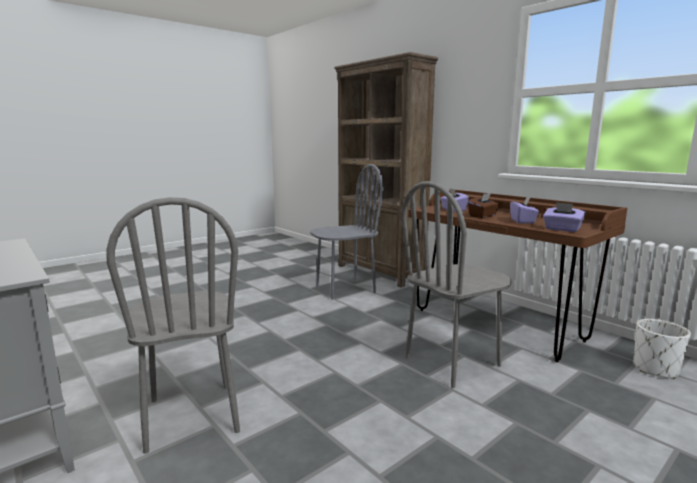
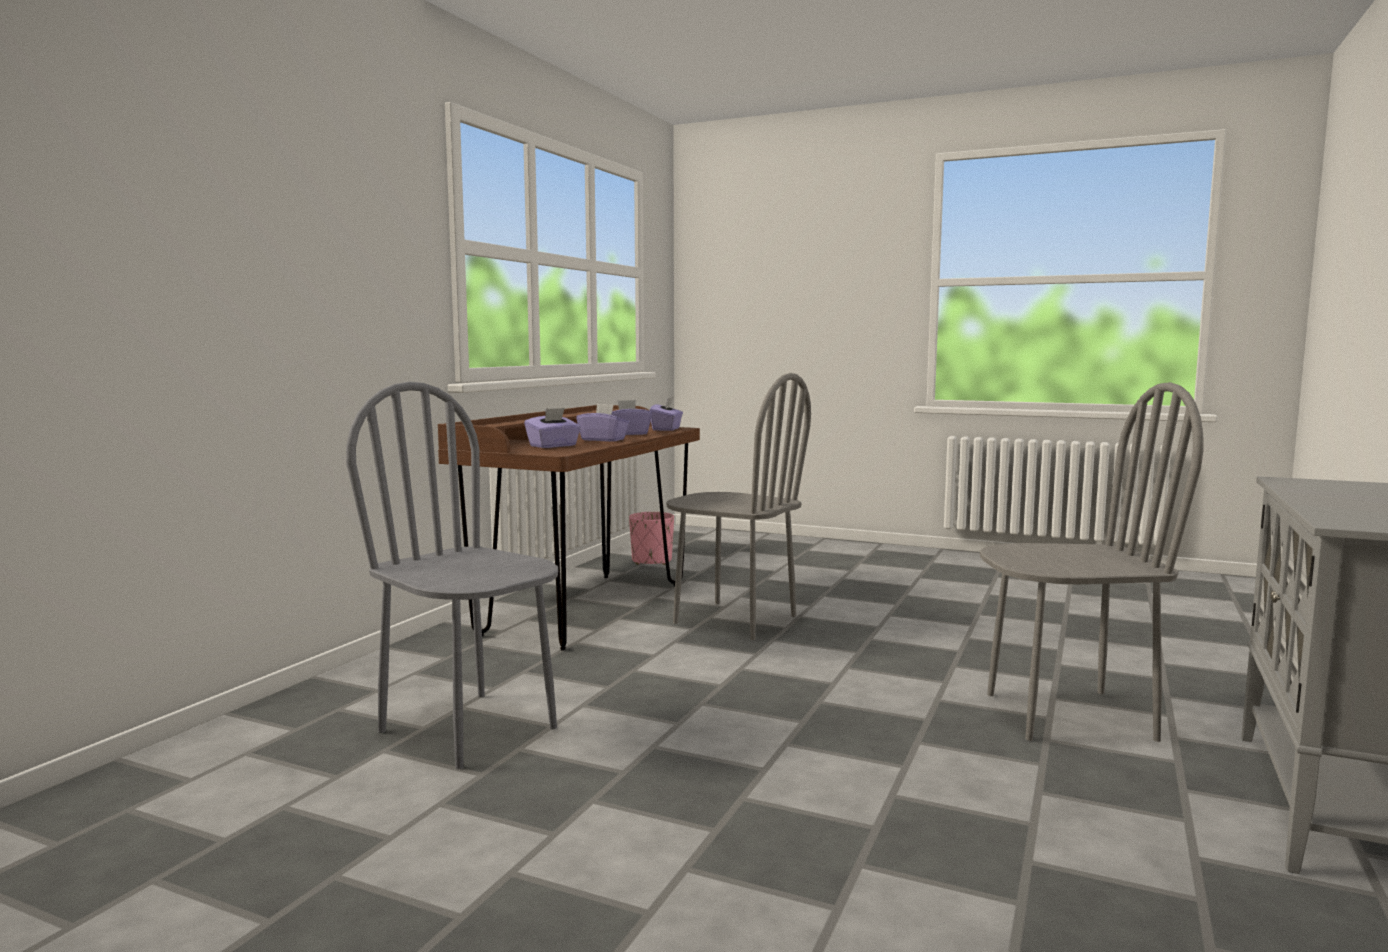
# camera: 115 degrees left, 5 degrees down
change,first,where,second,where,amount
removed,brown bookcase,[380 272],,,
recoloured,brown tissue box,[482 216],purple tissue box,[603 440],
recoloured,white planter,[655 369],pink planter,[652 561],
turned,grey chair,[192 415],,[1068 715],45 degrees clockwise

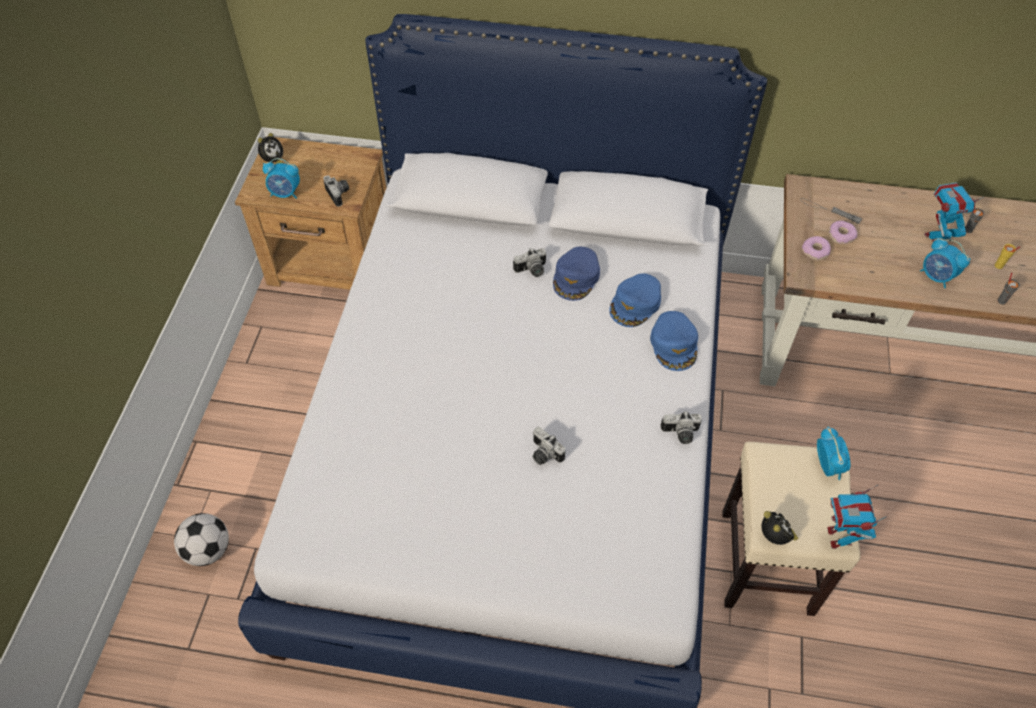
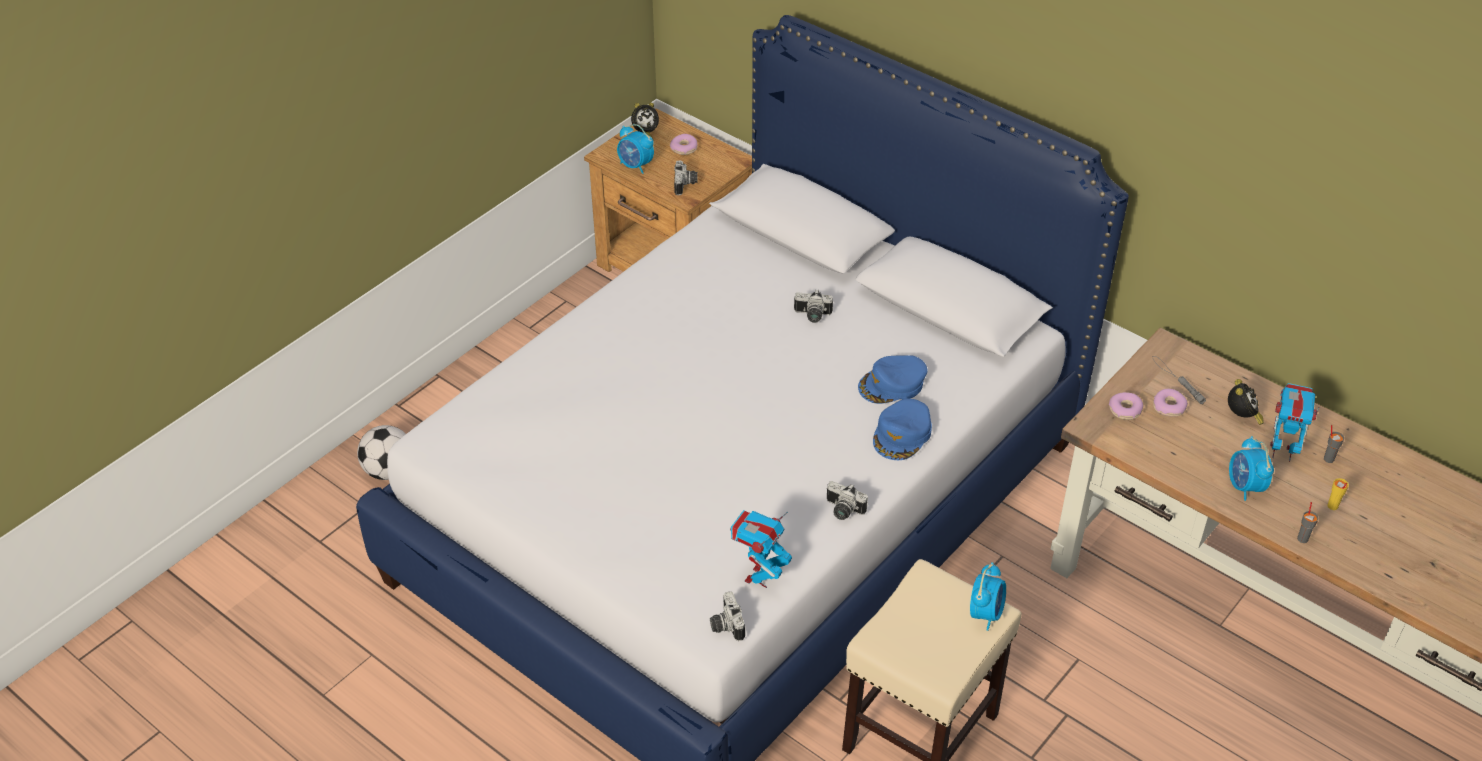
# camera: 30 degrees right, 10 degrees down
change,first,where,second,where,amount
removed,blue cap,[576 277],,,
added,,,donut,[684 148],
moved,photo camera,[543 454],,[725 625],
moved,alarm clock,[775 538],,[1241 417],
moved,toy robot,[839 537],,[760 577],

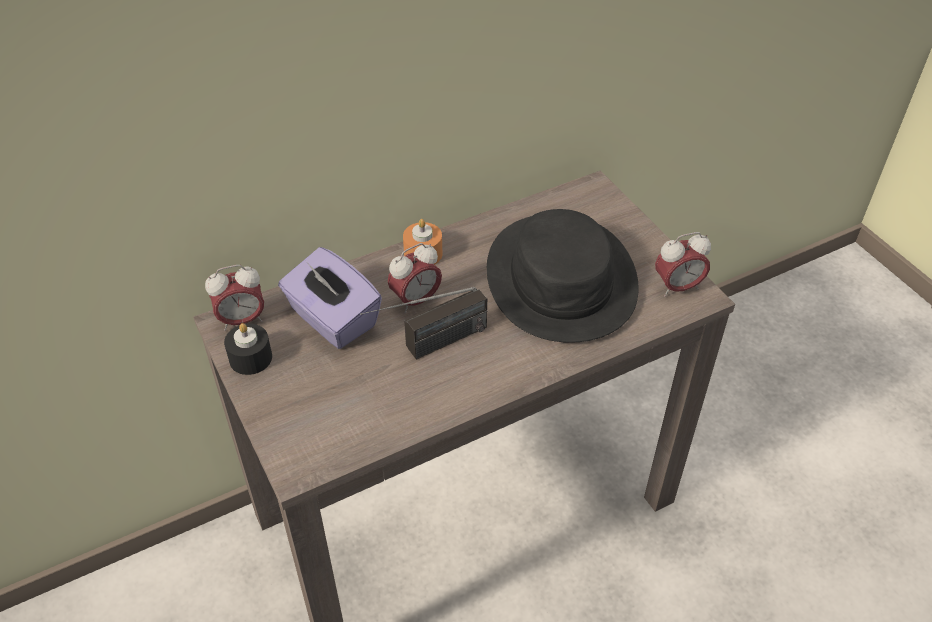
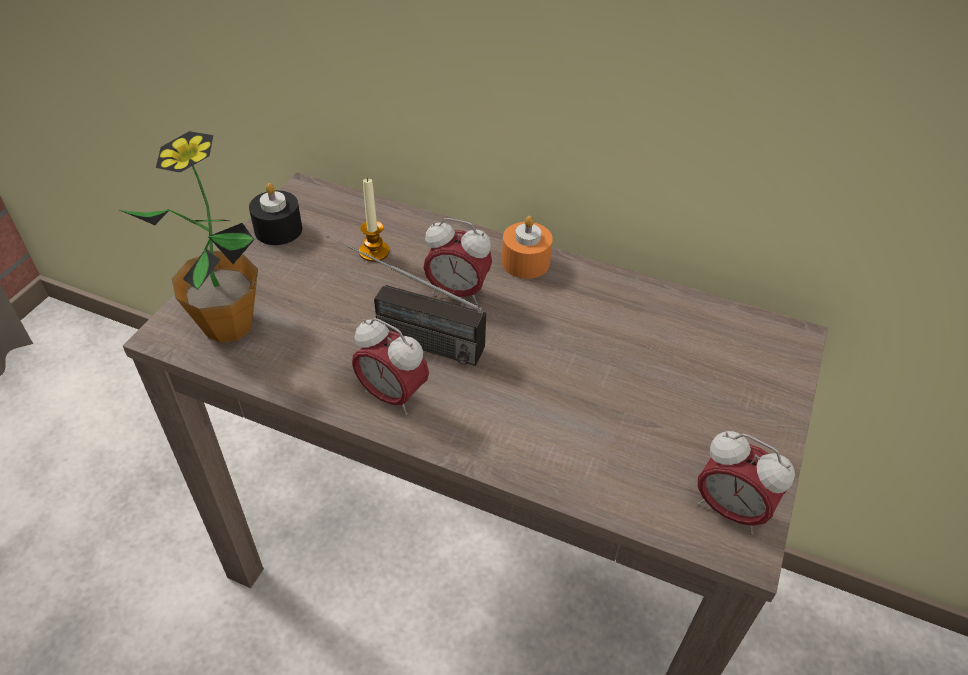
# camera: 50 degrees right, 0 degrees up
change,first,where,second,where,amount
removed,black hat,[562 279],,,
added,,,potted plant,[228 325],
moved,alarm clock,[242 320],,[392 395],
replaced,purple tissue box,[332 319],candle,[374 251],

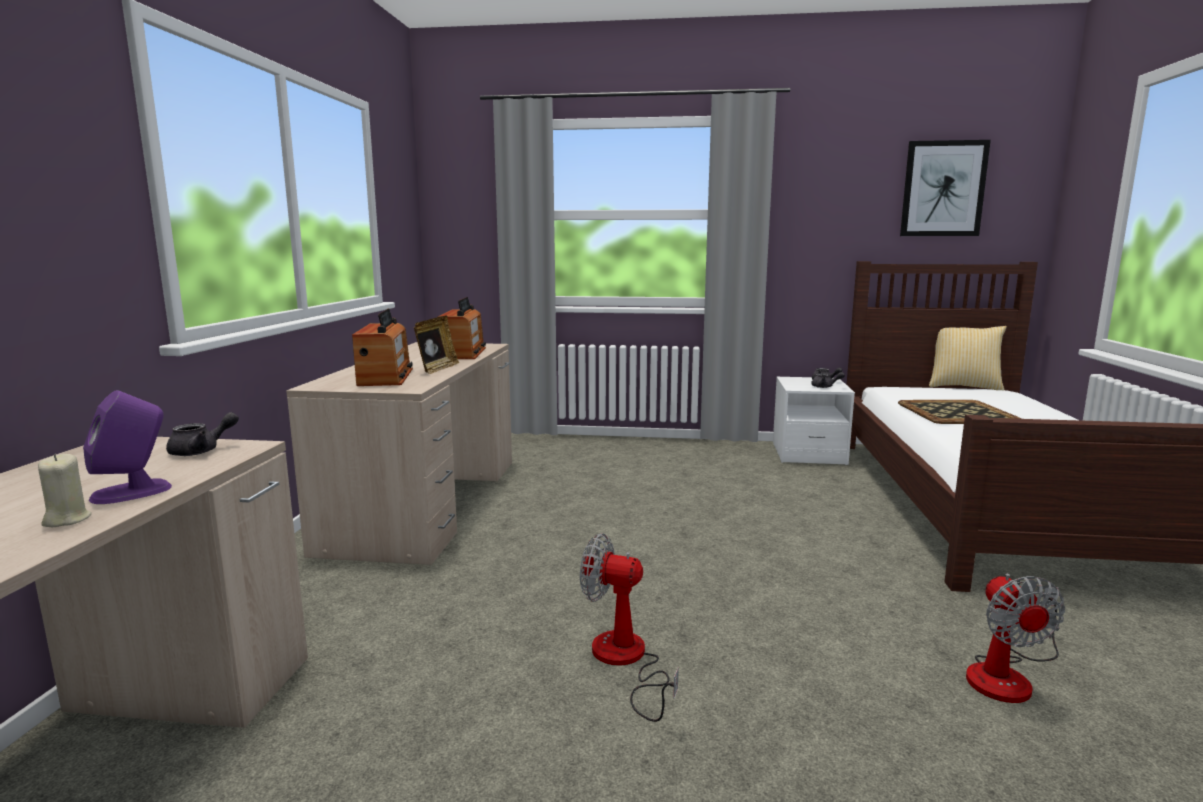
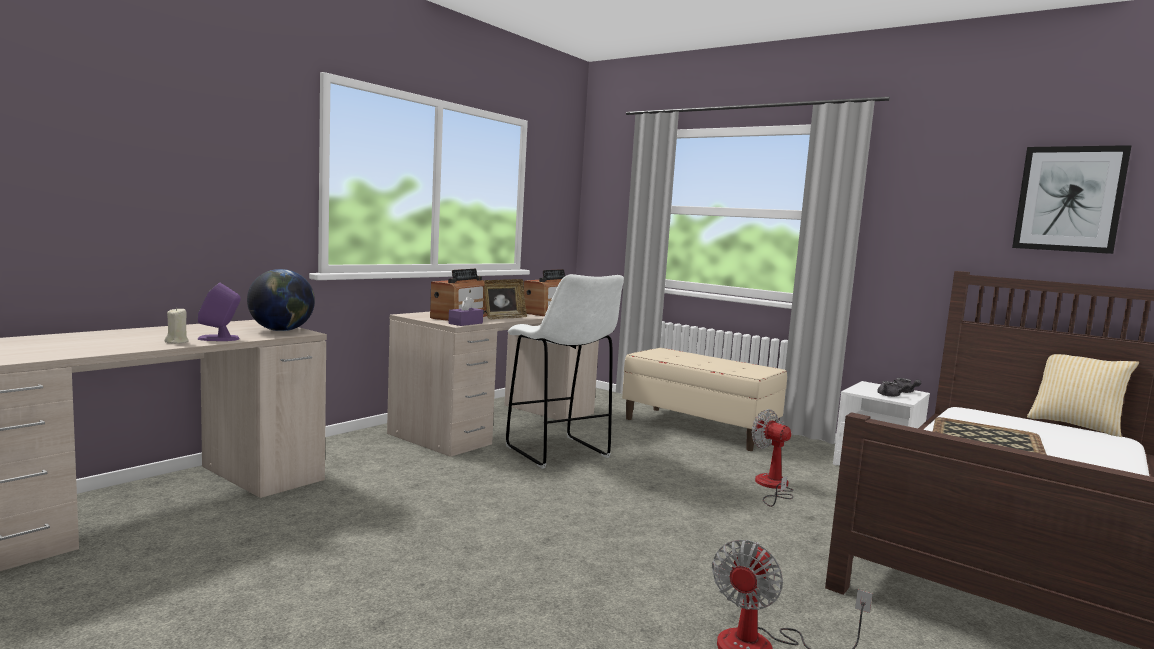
# camera: 30 degrees right, 5 degrees down
change,first,where,second,where,amount
added,,,purple tissue box,[465 323],
added,,,white stool,[558 453],
added,,,beige bench,[699 428],
moved,fan,[625 661],,[772 487],
replaced,grey teapot,[201 451],globe,[281 330],

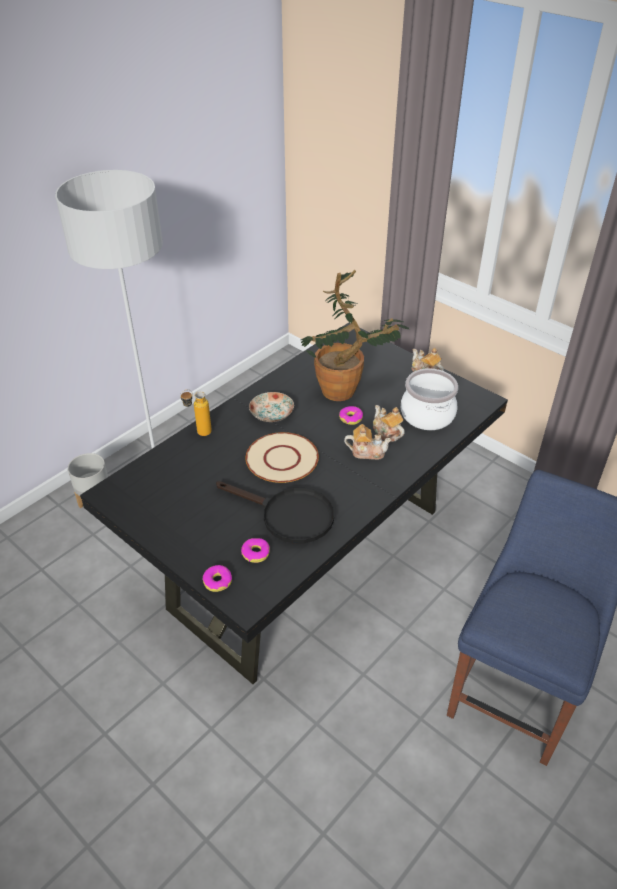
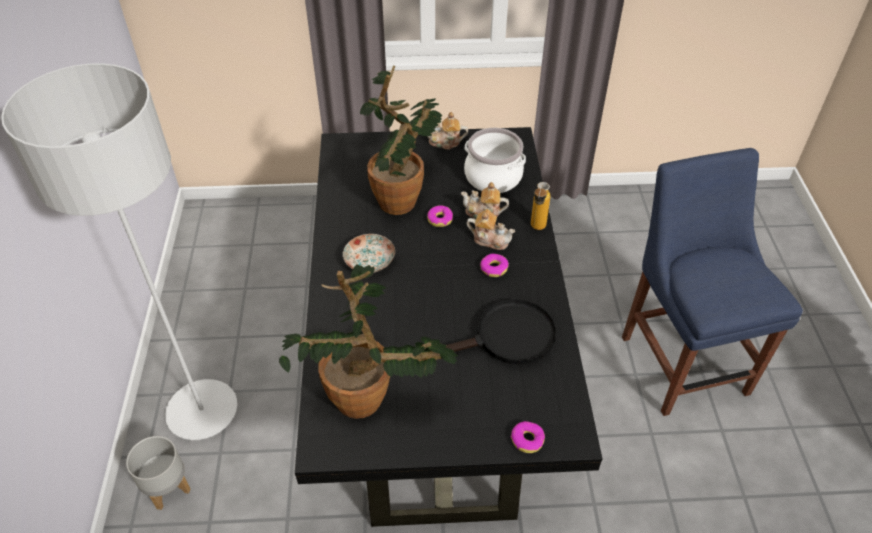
# camera: 45 degrees left, 5 degrees up
change,first,where,second,where,amount
removed,beige plate,[281 459],,,
added,,,potted plant,[370 403],
moved,bottle,[198 434],,[536 229],
moved,donut,[255 553],,[493 268],
turned,teapot,[367 452],,[490 239],60 degrees clockwise

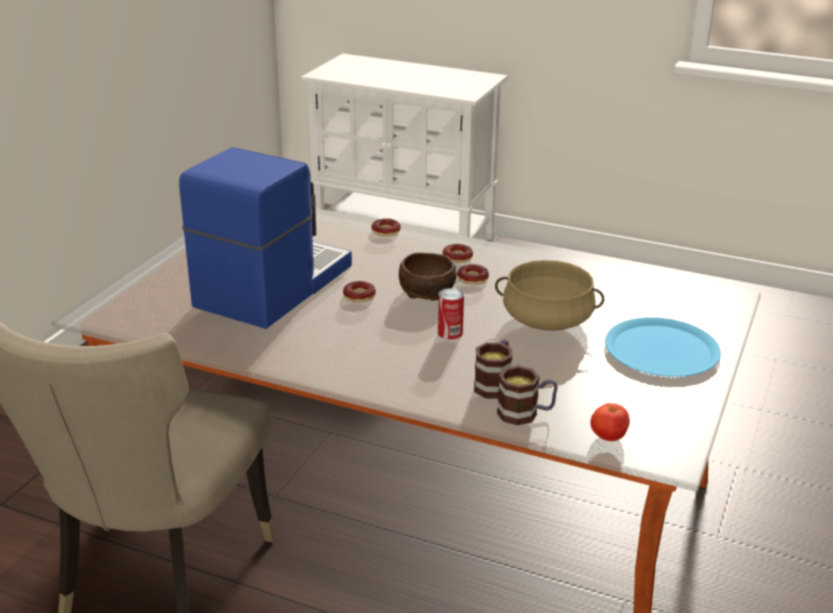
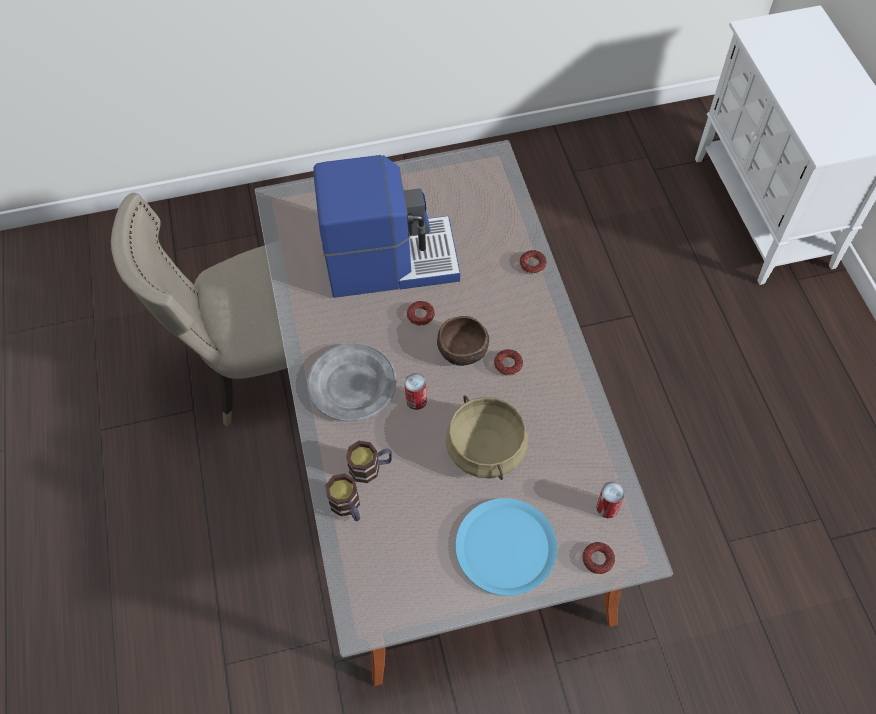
# camera: 55 degrees right, 30 degrees up
change,first,where,second,where,amount
removed,tomato,[608 437],,,
added,,,grey plate,[353 384],
added,,,can,[607 507],
moved,donut,[457 257],,[598 559],

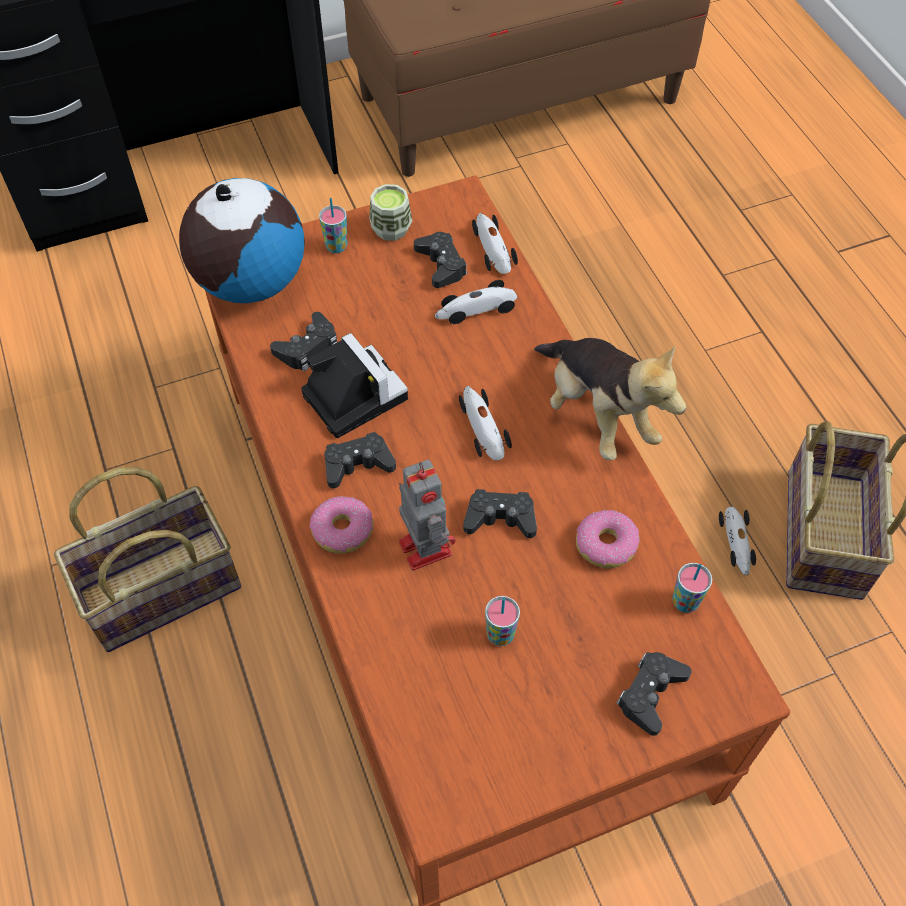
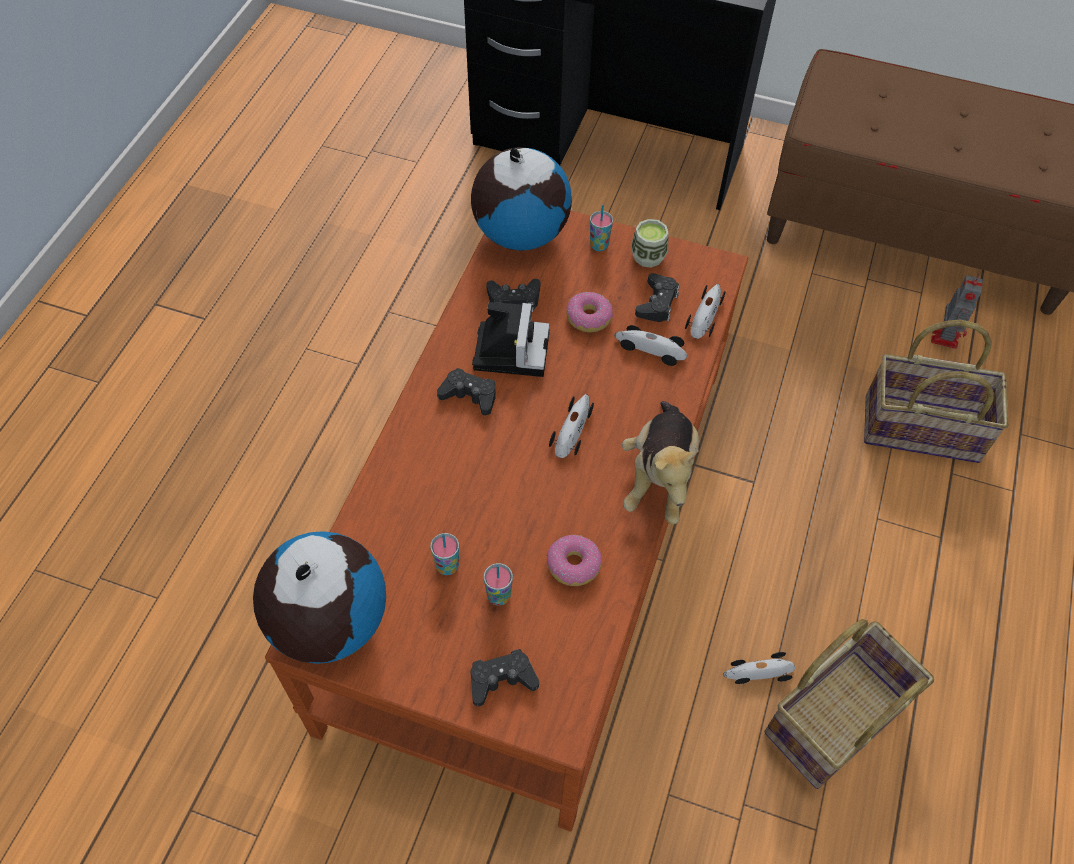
# camera: 40 degrees right, 0 degrees up
change,first,where,second,where,amount
removed,black game controller,[500 518],,,
added,,,globe,[328 622],
moved,basket,[161 587],,[922 427],
moved,donut,[343 530],,[589 317],
moved,toy robot,[424 546],,[945 336],
moved,cup,[685 602],,[499 596],
turned,toy car,[737 543],,[758 672],45 degrees clockwise

